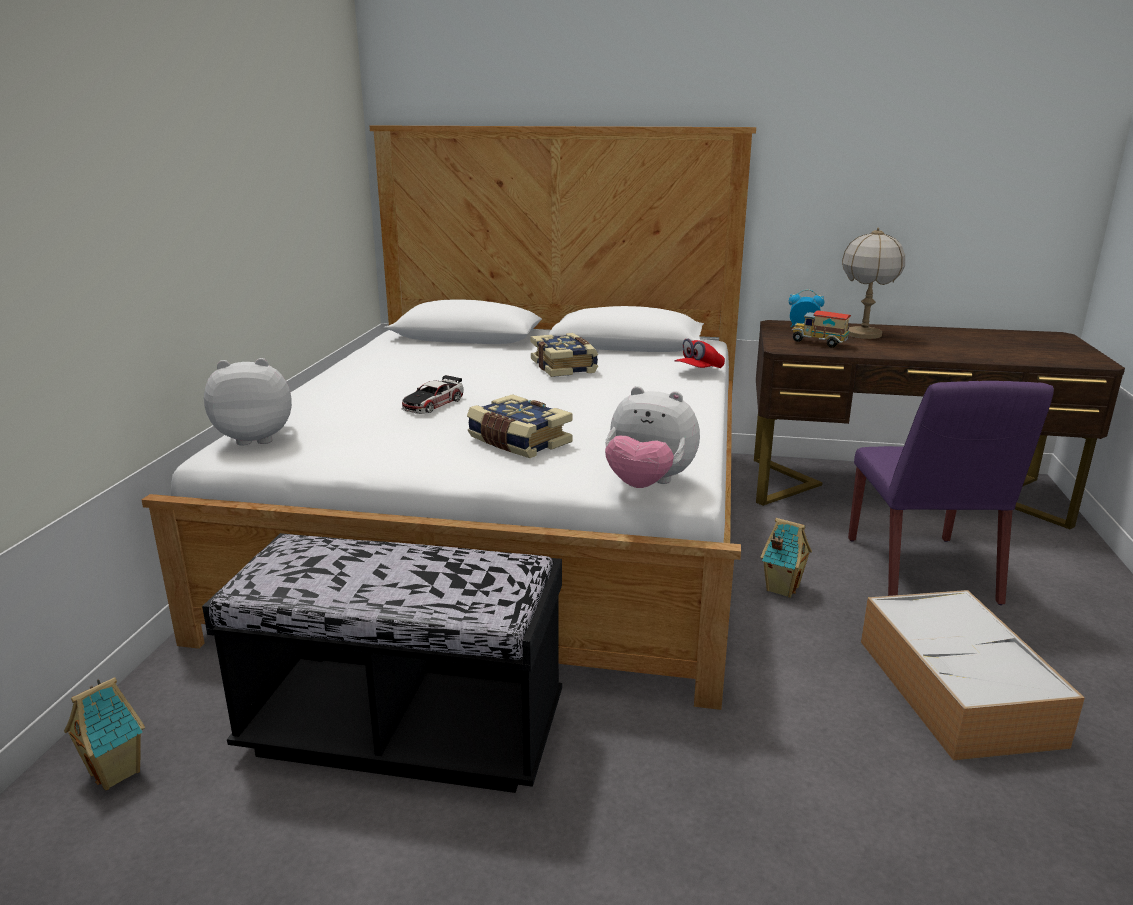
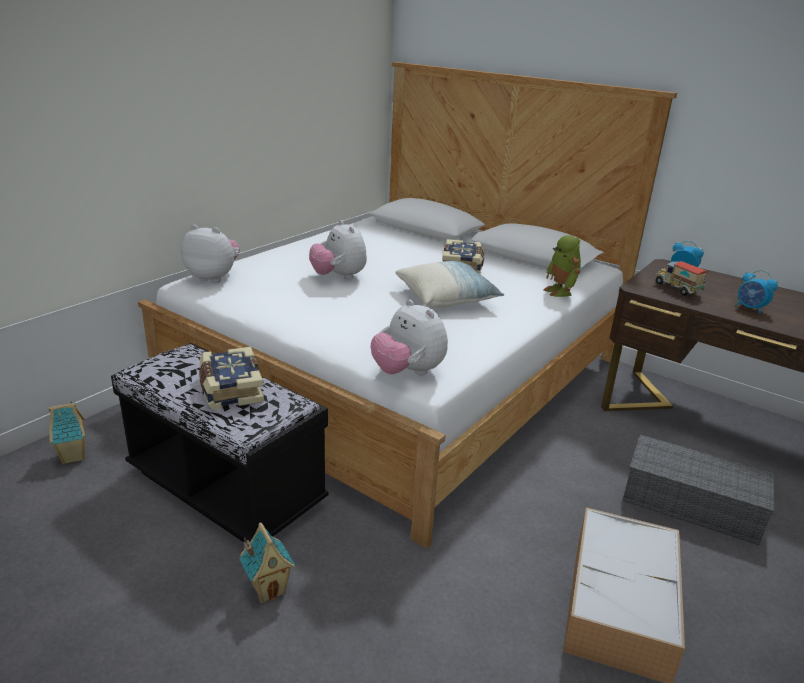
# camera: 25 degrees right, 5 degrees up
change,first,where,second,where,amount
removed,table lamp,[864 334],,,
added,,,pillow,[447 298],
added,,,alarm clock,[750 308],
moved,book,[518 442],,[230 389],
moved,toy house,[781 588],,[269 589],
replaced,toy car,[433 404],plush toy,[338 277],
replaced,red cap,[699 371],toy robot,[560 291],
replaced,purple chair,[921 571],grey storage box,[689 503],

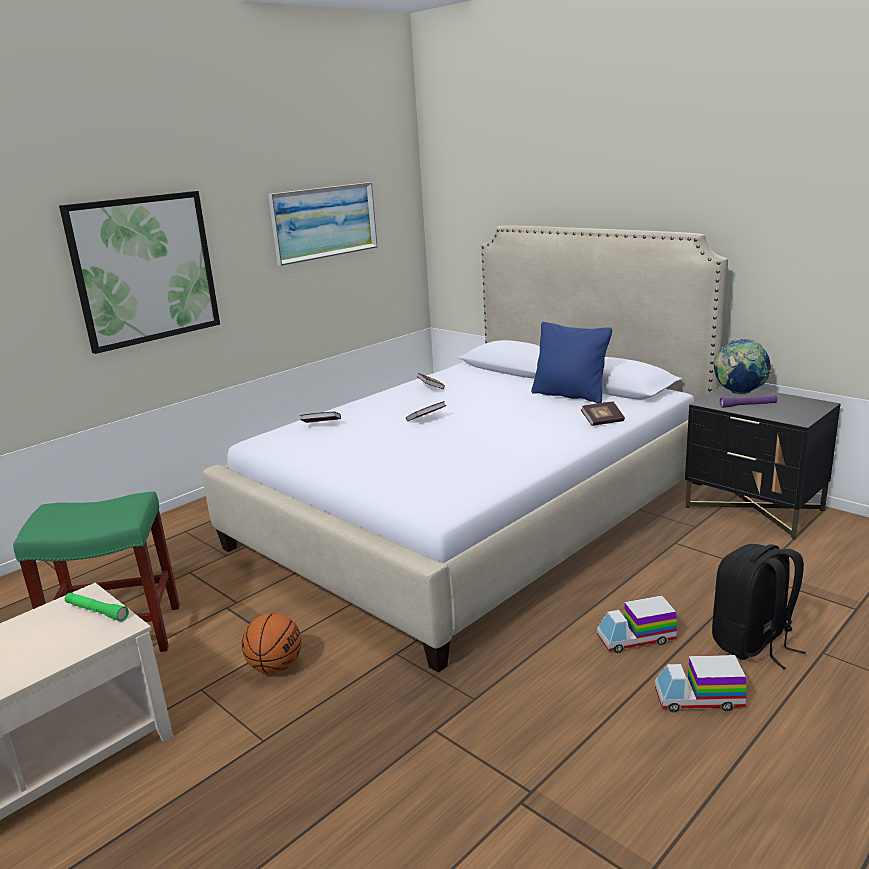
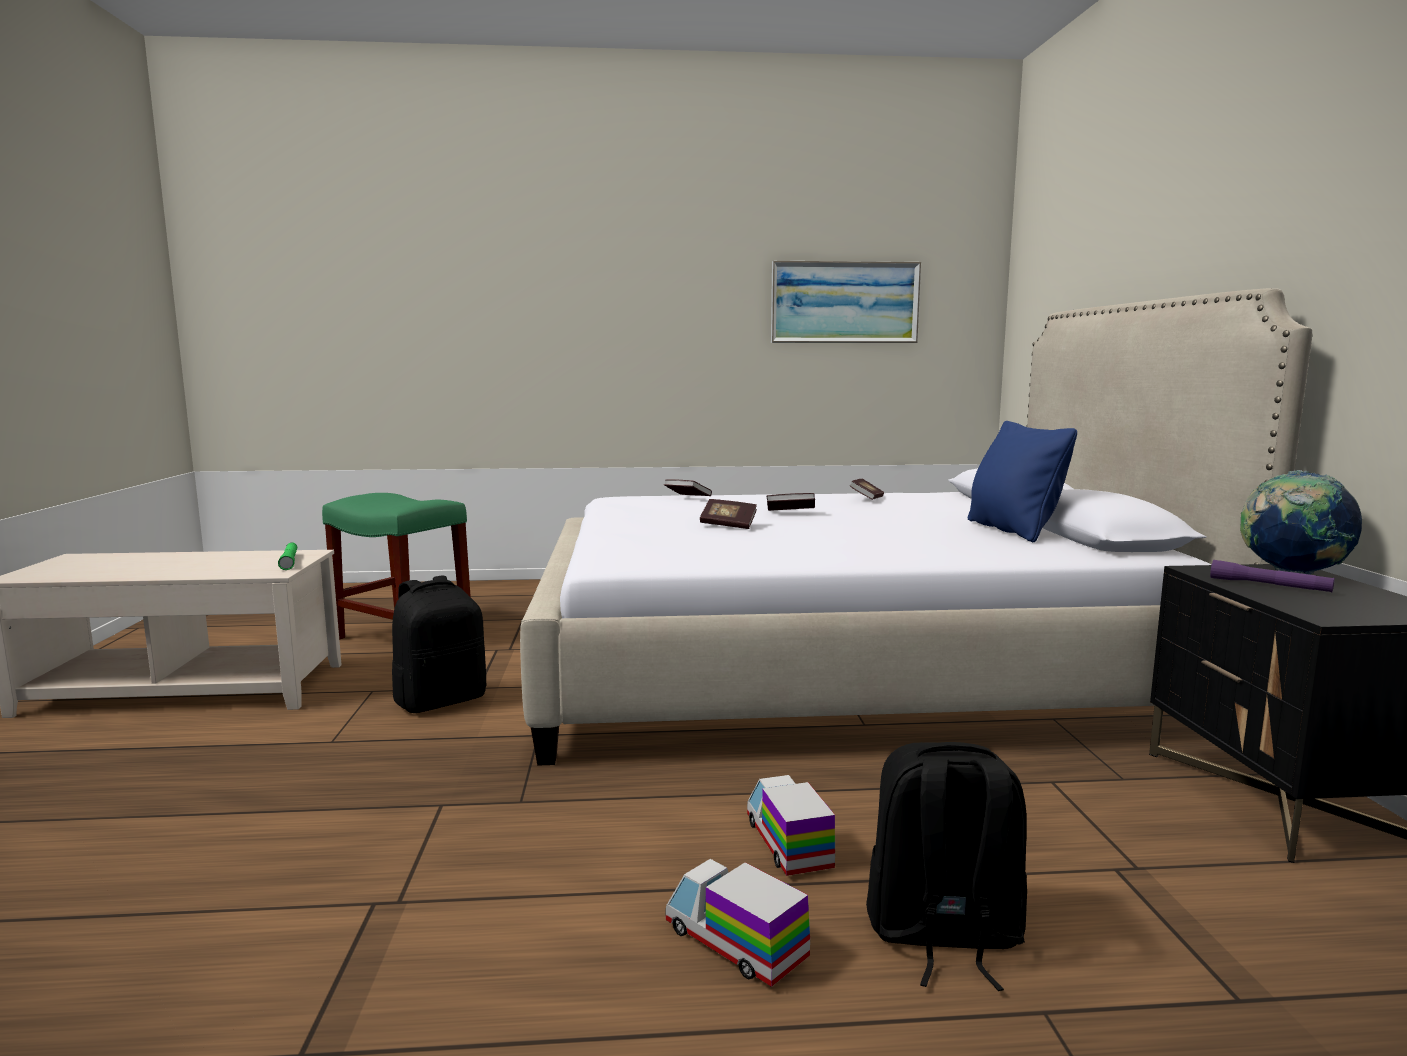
# camera: 40 degrees right, 10 degrees down
change,first,where,second,where,amount
removed,picture,[145 269],,,
moved,book,[602 422],,[728 525],
replaced,basketball,[275 667],black backpack,[441 700],
turned,toy truck,[636 639],,[788 844],45 degrees clockwise

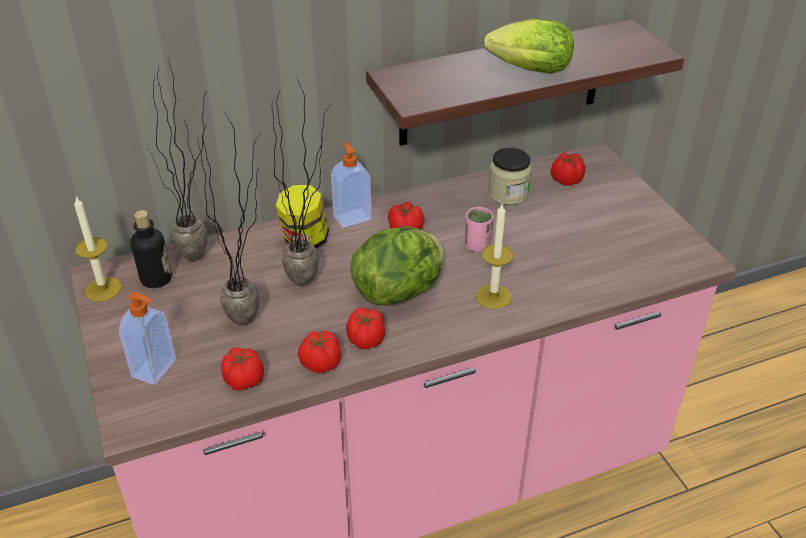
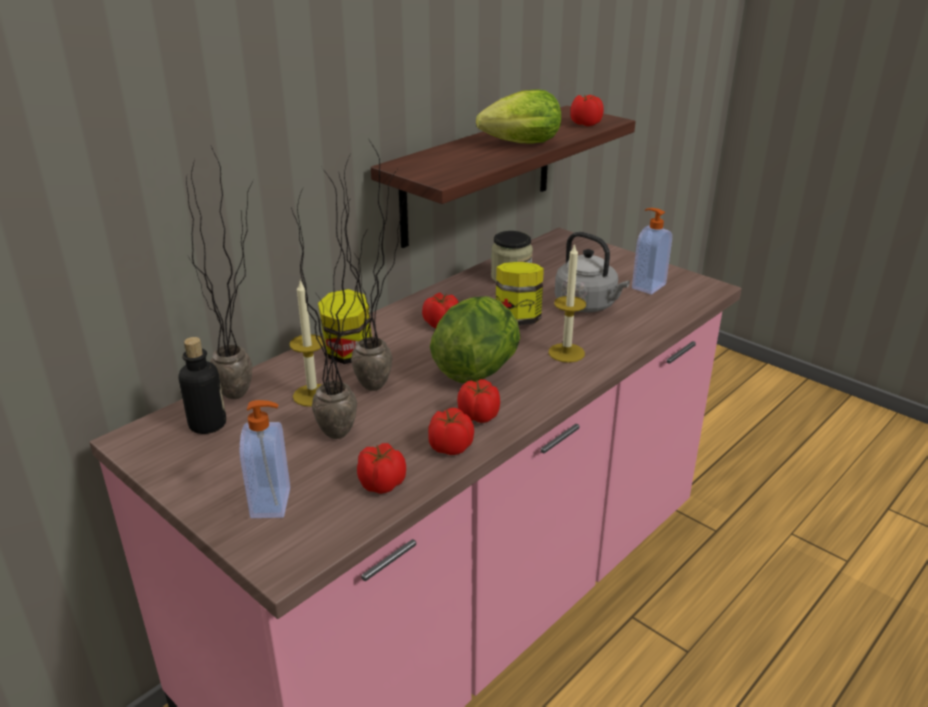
# camera: 25 degrees left, 10 degrees down
change,first,where,second,where,amount
added,,,grey kettle,[588 305],
moved,candle,[103 289],,[312 395],
moved,soap dispenser,[352 217],,[647 286],
moved,tomato,[566 180],,[584 124],
replaced,pink cup,[477 245],jar,[518 319],

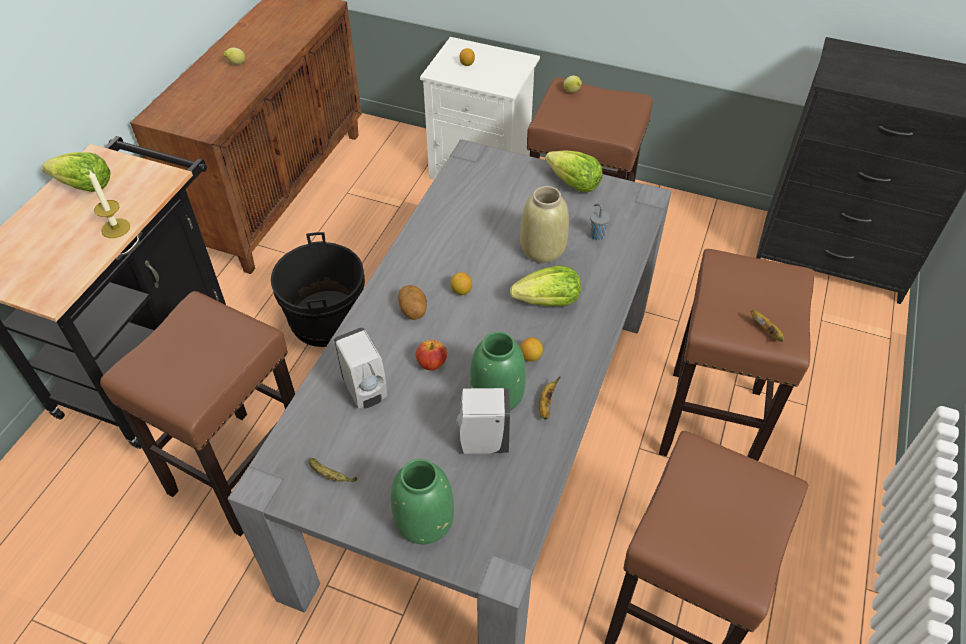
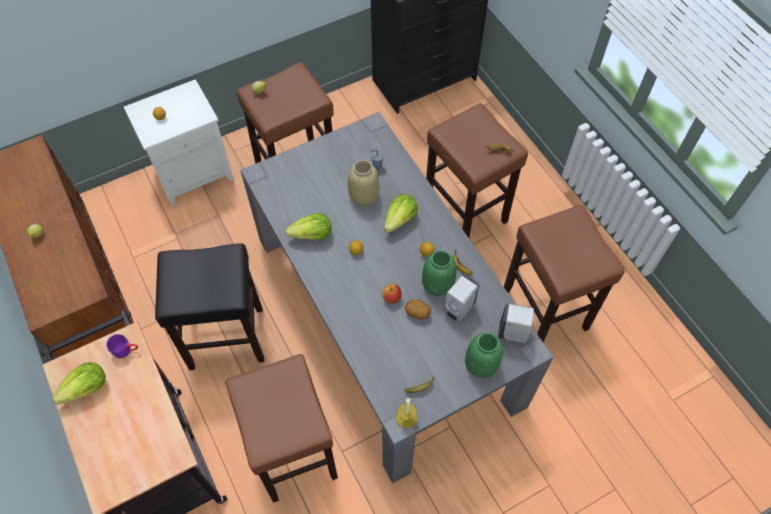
# camera: 50 degrees left, 10 degrees up
change,first,where,second,where,amount
added,,,purple mug,[126 350],
moved,candle,[116 228],,[406 417],
moved,white soap dispenser,[366 392],,[514 333],
moved,potato,[413 311],,[417 313],
moved,lettuce,[573 184],,[312 235],
replaced,black bucket,[327 319],black stool,[227 337],

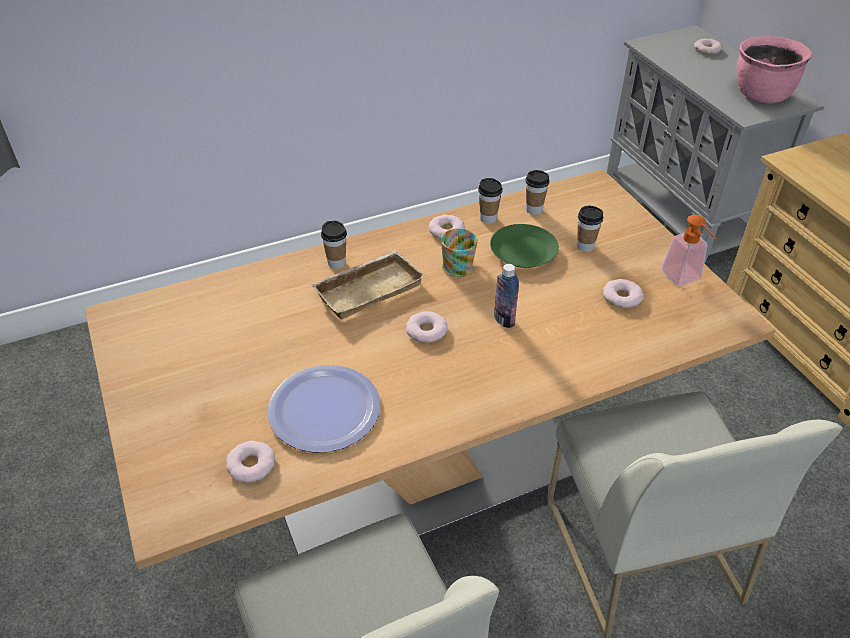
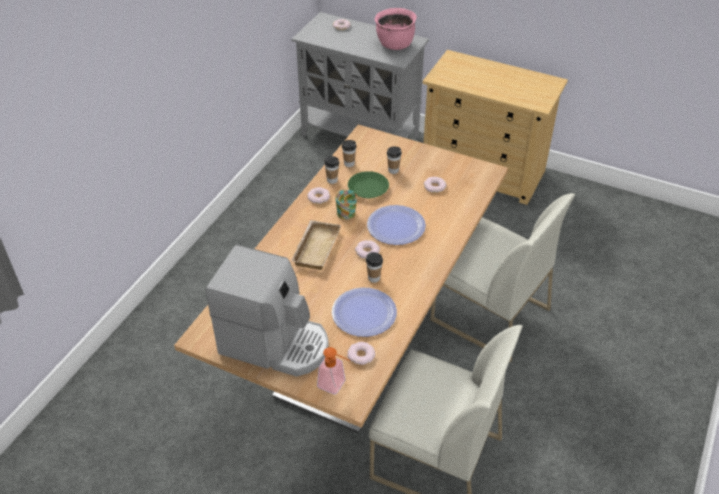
# camera: 40 degrees left, 0 degrees up
change,first,where,second,where,amount
added,,,coffee machine,[275 344],
moved,cup,[336 263],,[374 278],
moved,soap dispenser,[684 278],,[335 386],
replaced,bottle,[504 319],plate,[396 226],

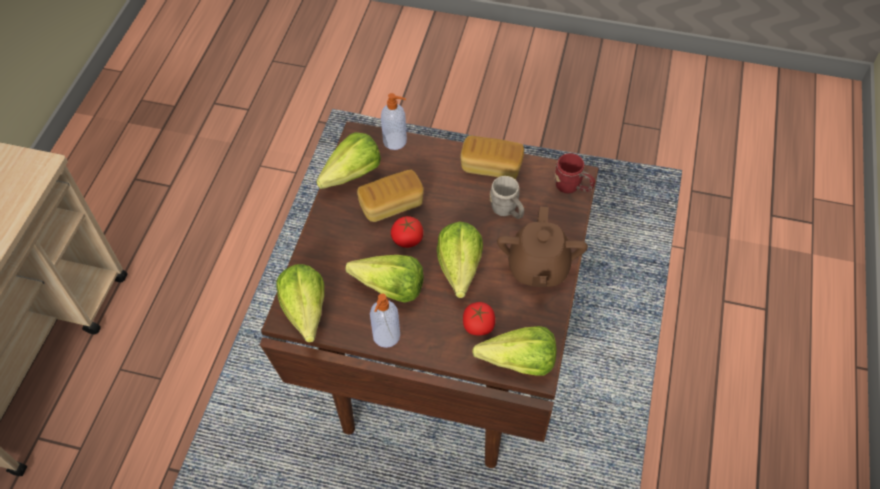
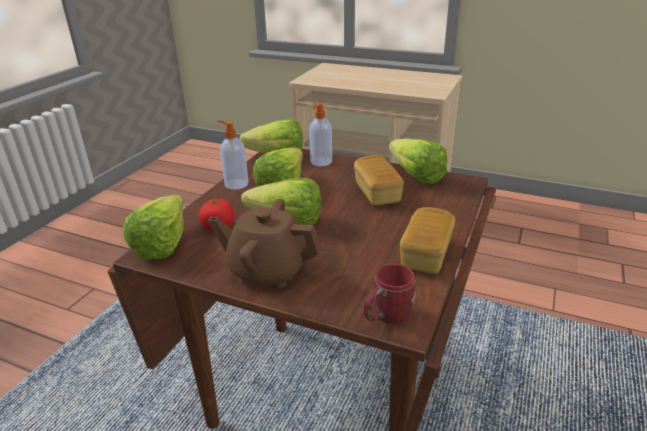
# camera: 100 degrees right, 25 degrees down
change,first,where,second,where,amount
removed,tomato,[407 239],,,
removed,grey mug,[507 211],,,
moved,soap dispenser,[395 141],,[320 162],

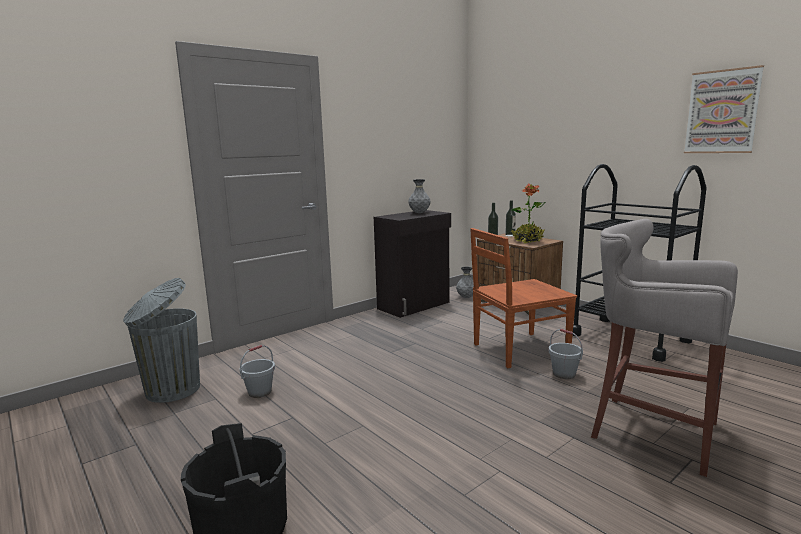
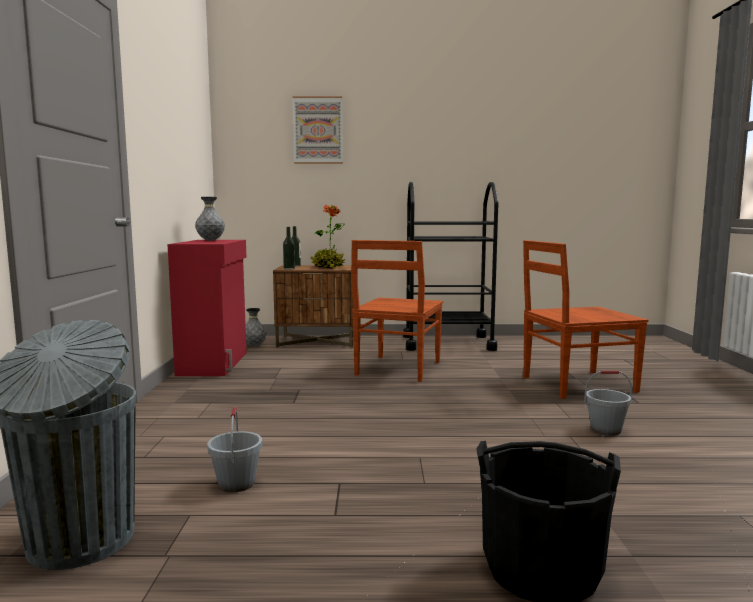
# camera: 50 degrees left, 5 degrees down
change,first,where,second,where,amount
moved,grey bucket,[564 374],,[606 430],
moved,picture,[722 112],,[318 130],
replaced,grey stool,[650 430],brown chair,[576 384],
recoloured,black cabinet,[415 305],red cabinet,[215 363],

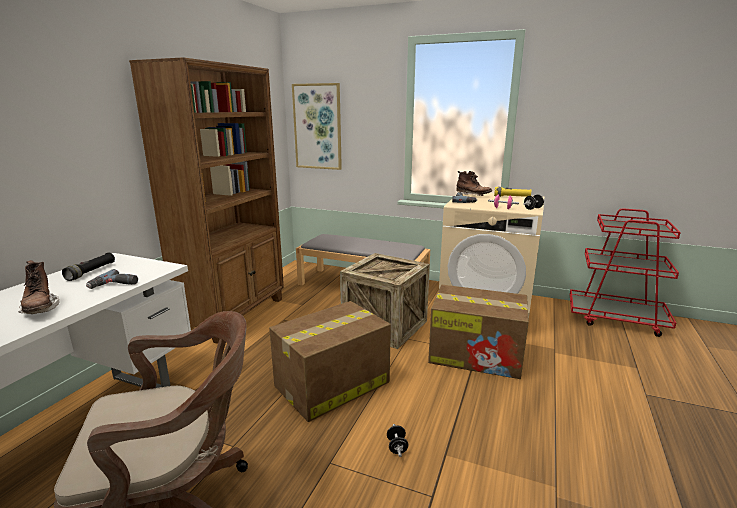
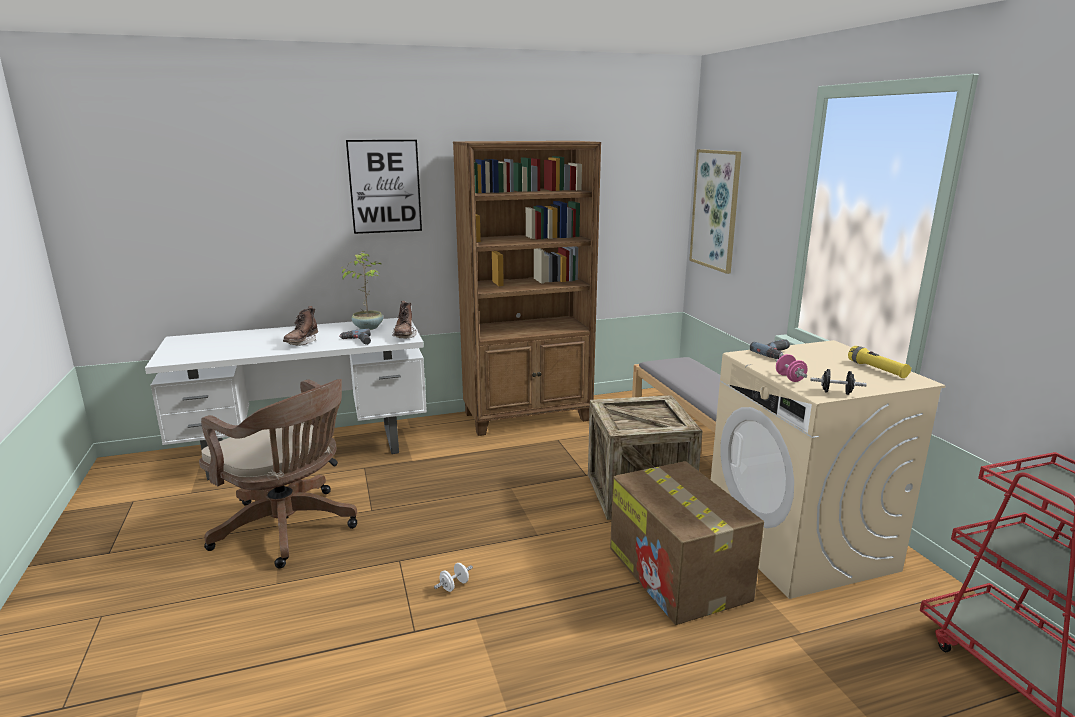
# camera: 50 degrees right, 0 degrees up
change,first,where,second,where,amount
removed,cardboard box,[331 385],,,
added,,,picture,[385 186],
moved,brown boot,[473 196],,[404 336],
replaced,black flashlight,[91 272],potted plant,[368 327],
recoloured,black dumbbell,[397 447],white dumbbell,[454 586],

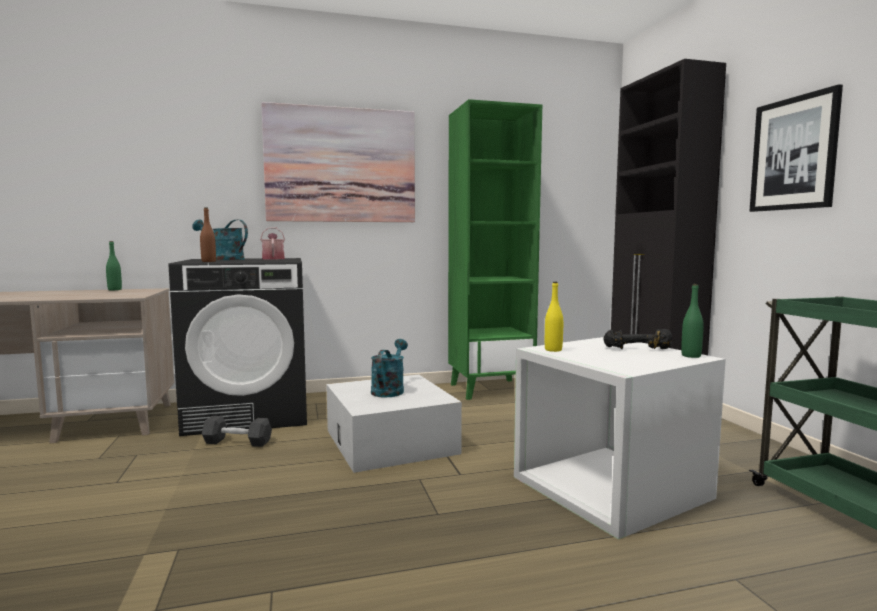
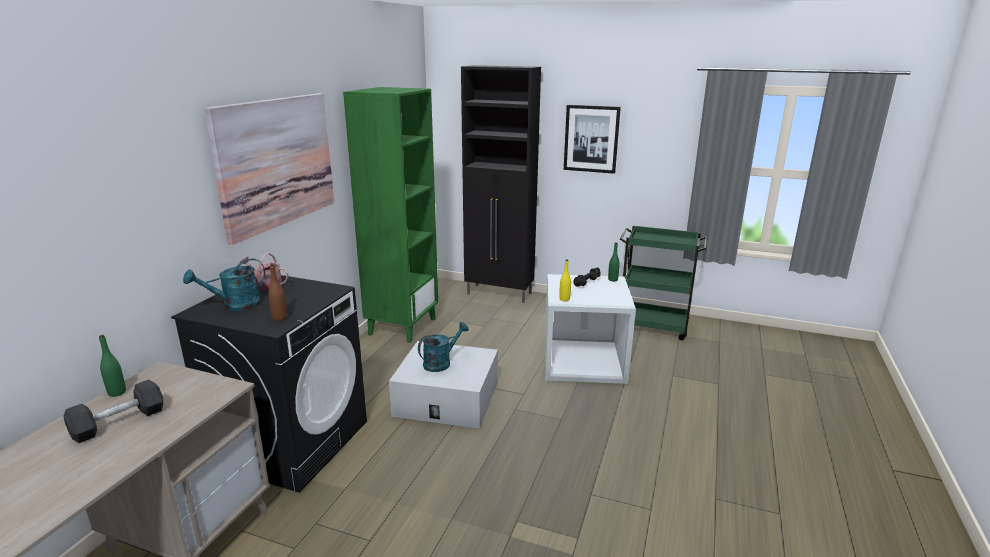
# camera: 55 degrees left, 15 degrees up
change,first,where,second,where,amount
moved,black dumbbell,[237 442],,[119 422],
turned,turquoise watering can,[389 390],,[441 363],90 degrees clockwise

